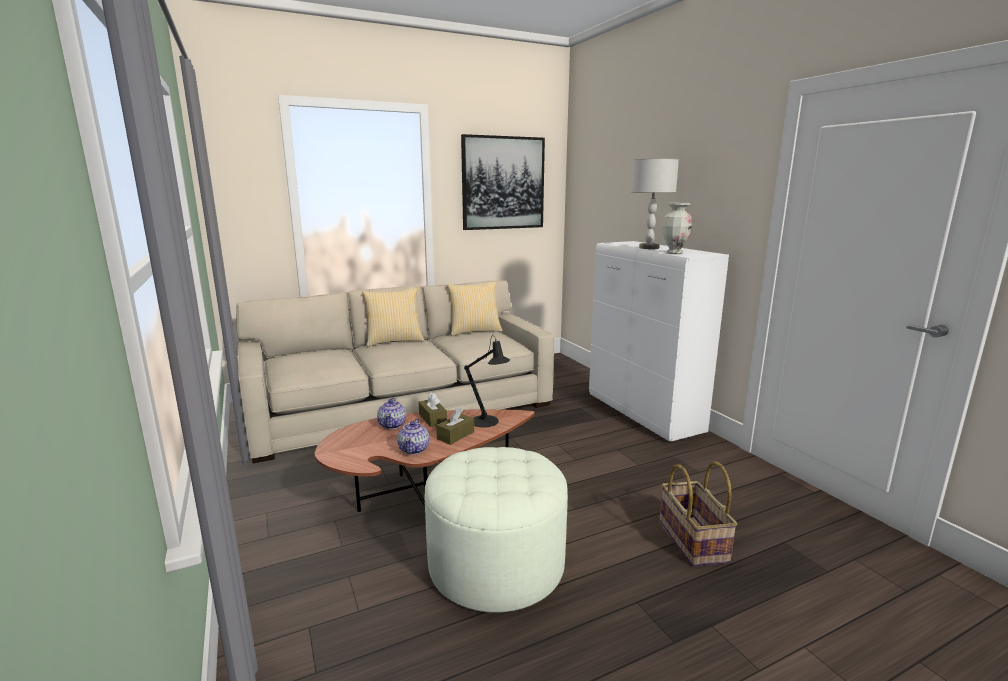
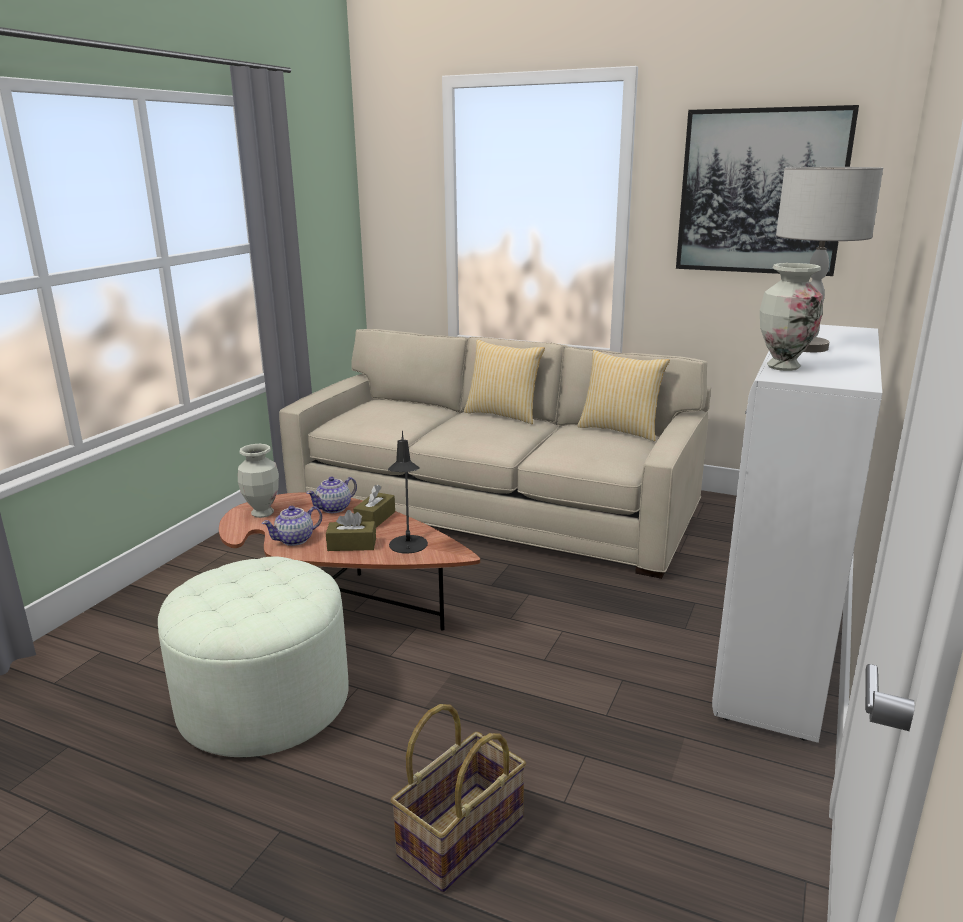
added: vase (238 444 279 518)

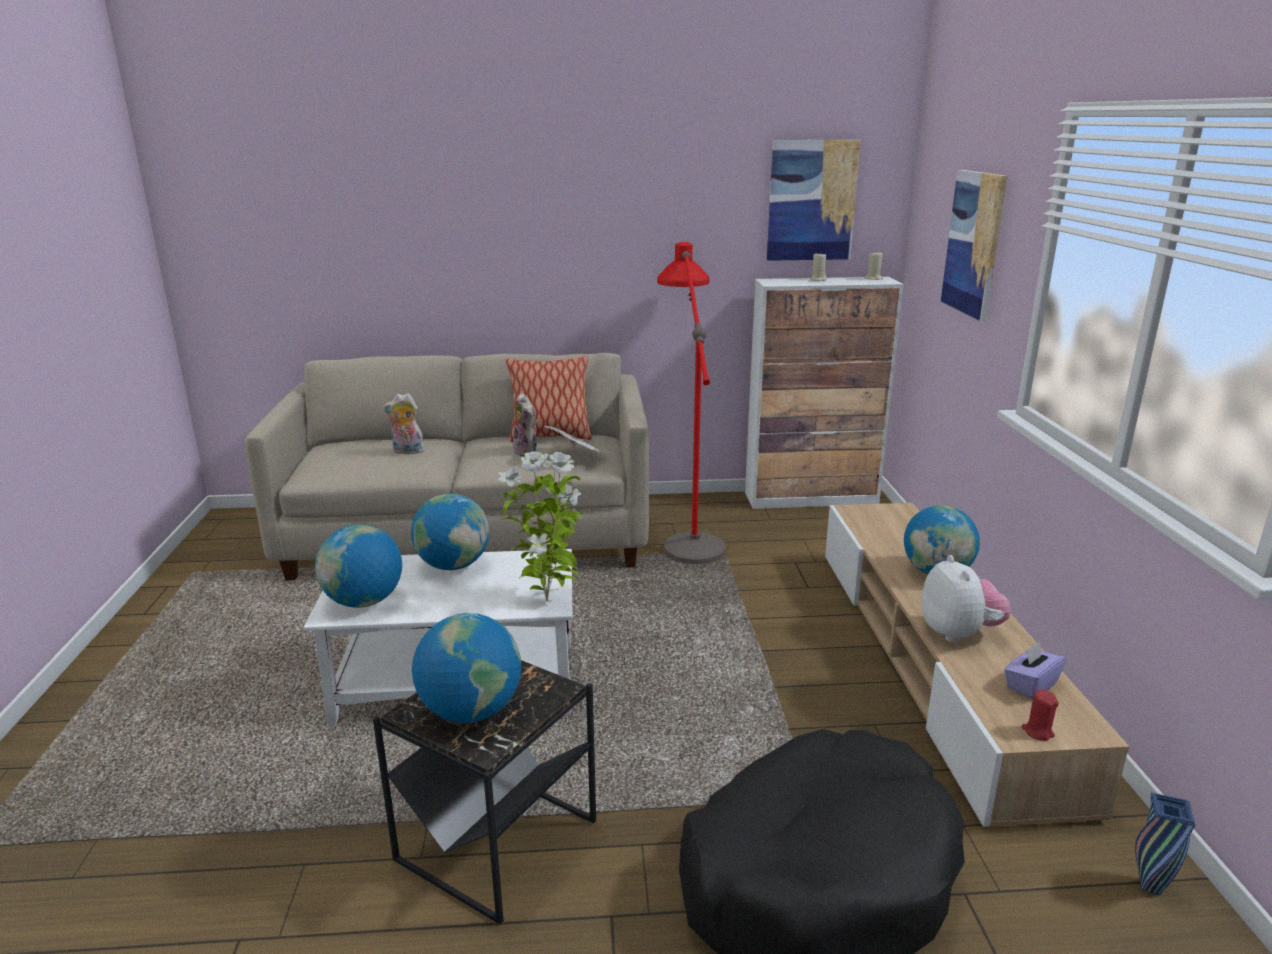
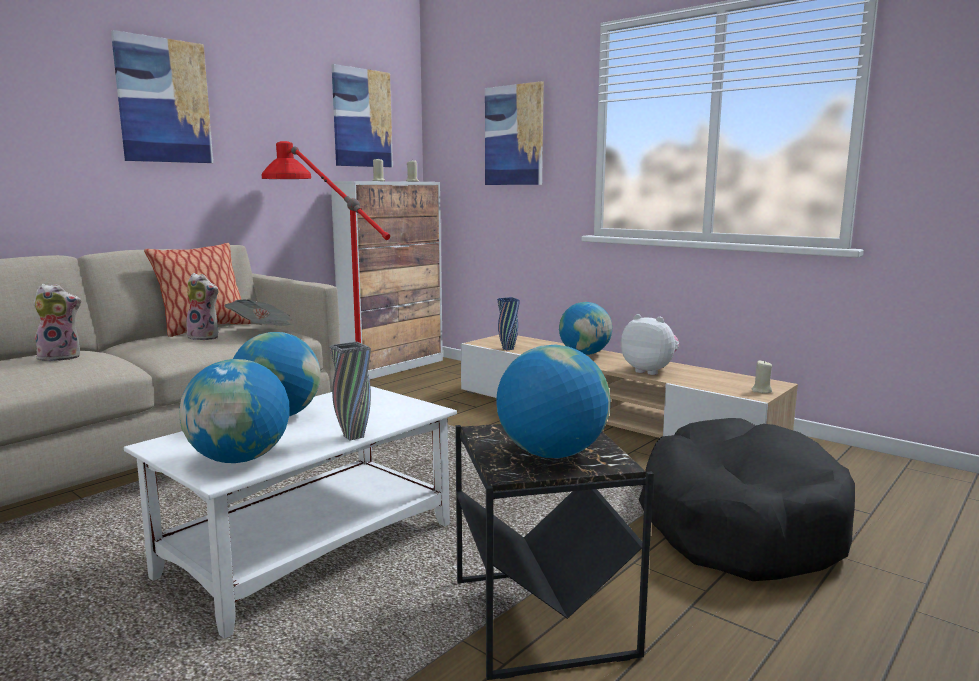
removed: potted plant (497 451 582 601); purple tissue box (1004 642 1066 700)
added: picture (111 30 213 163); grey vase (329 342 371 440)
moved: blue vase (1135 792 1196 895) to (497 297 520 350)
recoloured: red candle (1021 689 1059 741) to beige candle (752 360 772 394)
turned: plush toy (383 393 425 454) = (33 284 81 361) 150 degrees counterclockwise

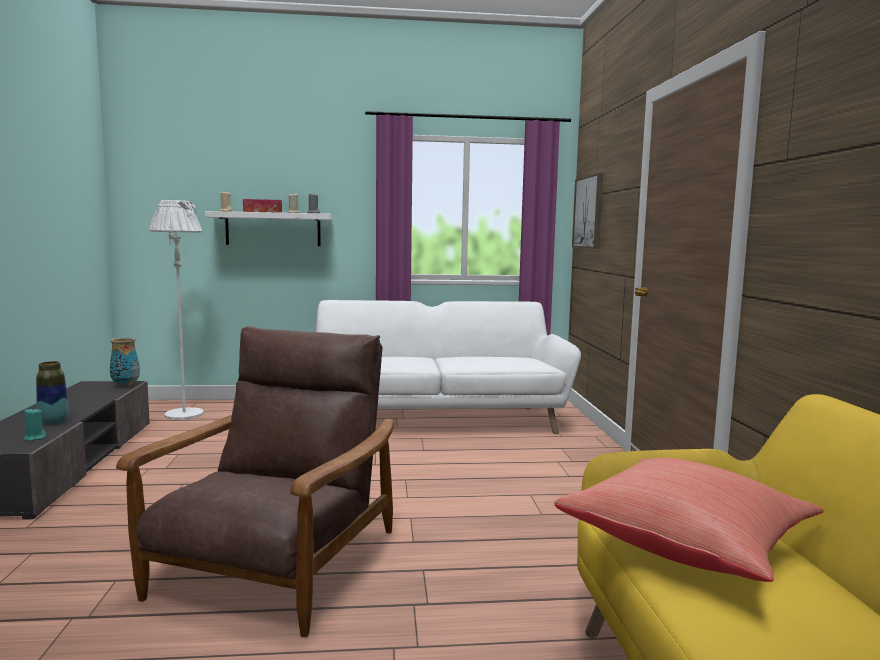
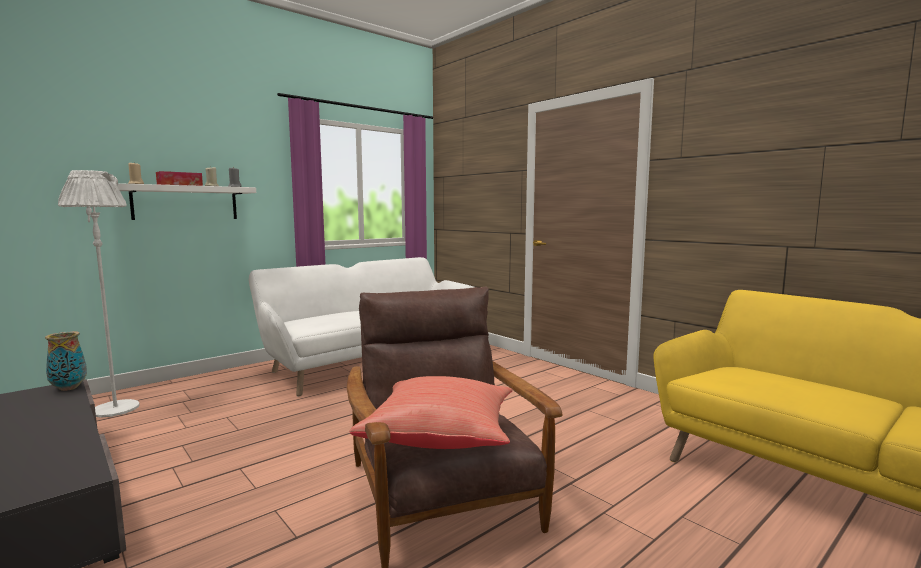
removed: picture (572 173 603 249); vase (36 361 69 425); turquoise candle (23 407 47 441)
moved: red pillow (554 458 824 582) to (349 376 513 449)

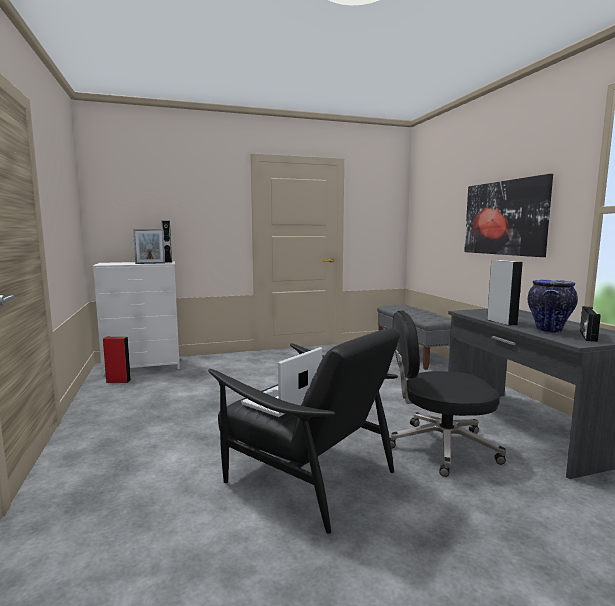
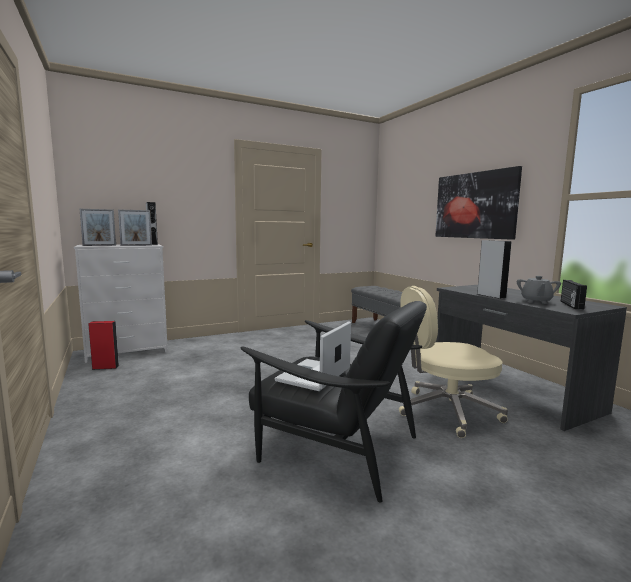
added: picture frame (80 209 116 246)
replaced: vase (528 280 578 333) to grey teapot (517 276 561 304)
recoloured: black office chair (390 310 506 477) to beige office chair (399 286 508 438)

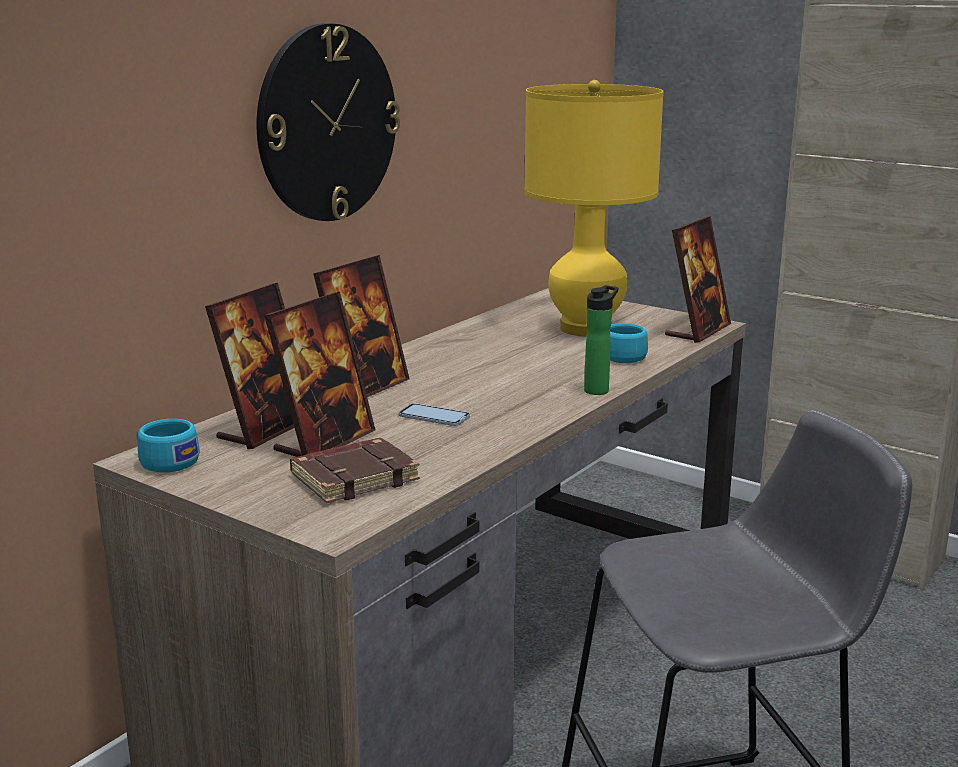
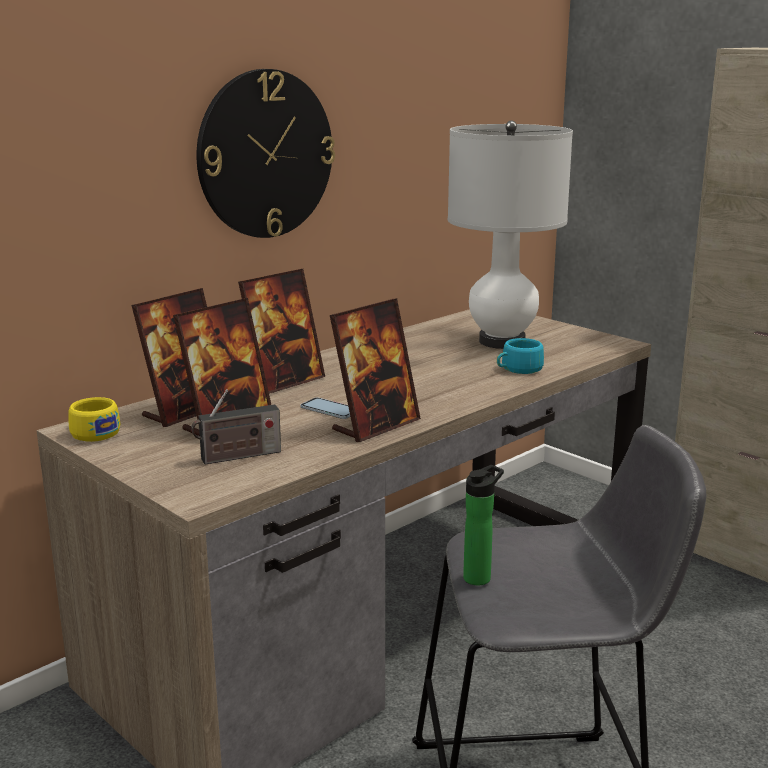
moved: picture frame (665 216 731 343) to (330 298 421 442); bottle (584 285 618 395) to (463 465 504 585)
replaced: brown book (290 438 420 503) to radio (191 389 281 465)
recoloured: yellow table lamp (524 80 664 337) to white table lamp (448 120 573 349); turquoise cup (137 419 200 473) to yellow cup (69 397 120 442)

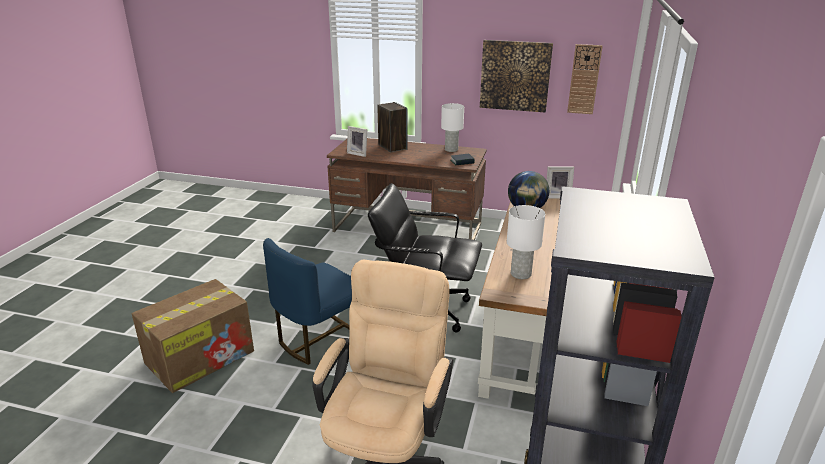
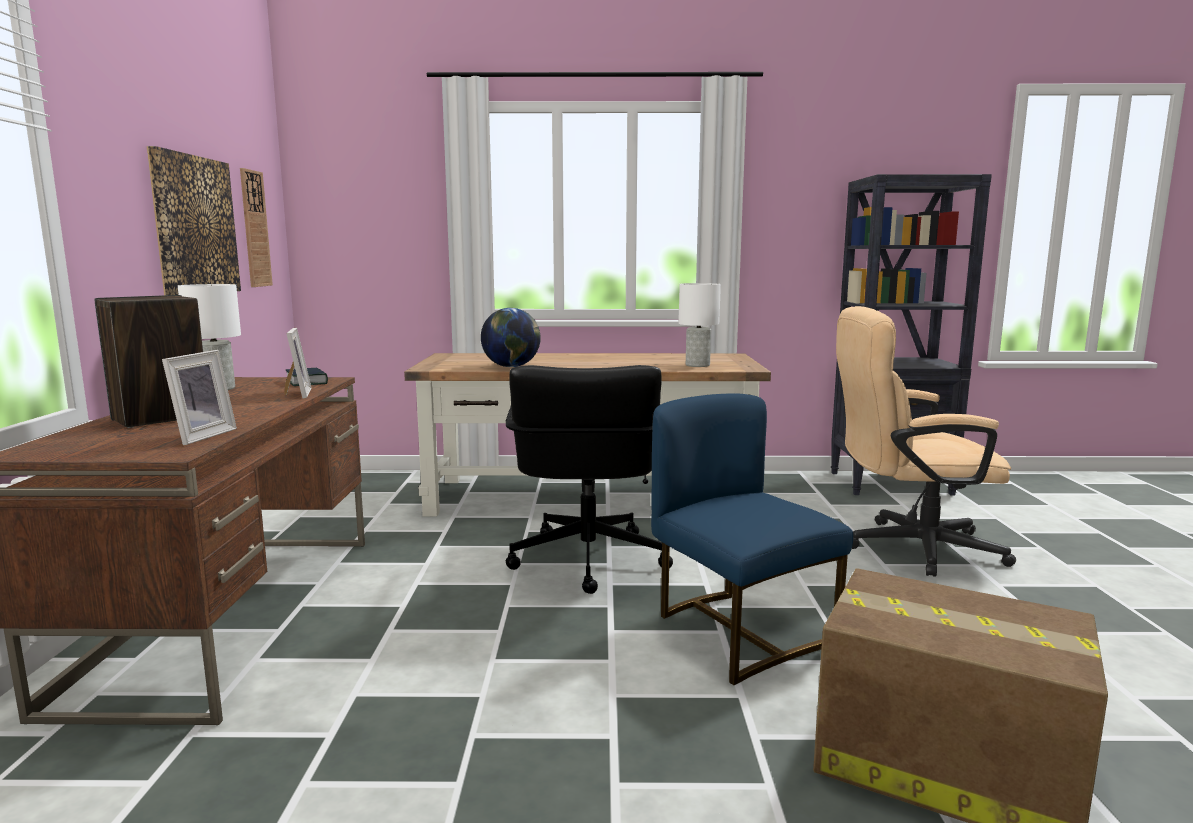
moved: picture frame (547 167 574 198) to (284 328 312 399)
turned: blue chair (263 238 352 365) = (651 394 853 685) 150 degrees counterclockwise

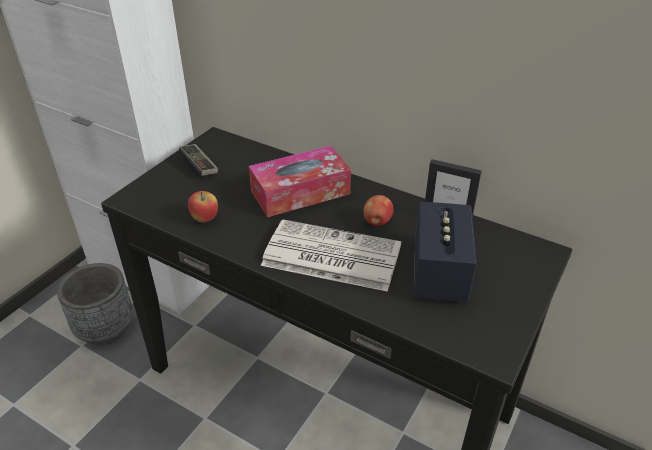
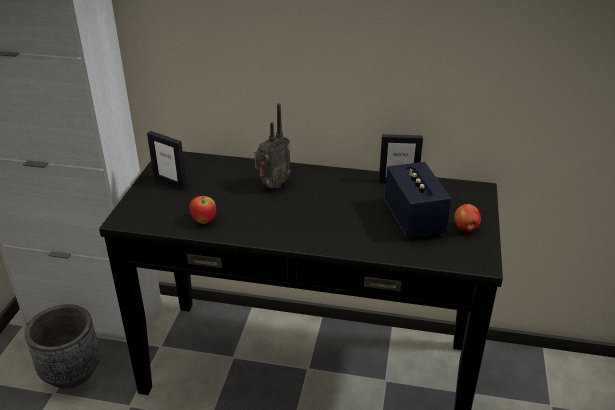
removed: newspaper (261 220 401 292)
moved: apple (363 195 393 226) to (454 204 481 232)
replaced: game controller (179 144 218 176) to picture frame (147 131 187 190); tissue box (249 146 351 217) to radio (254 103 291 189)

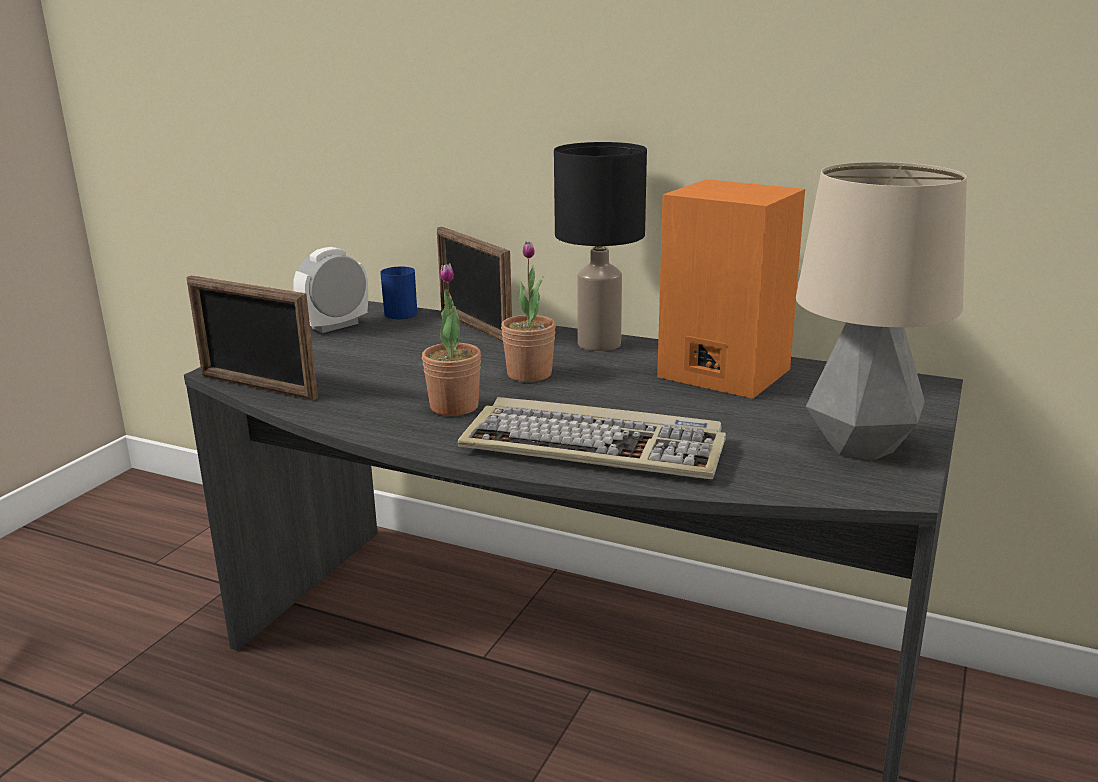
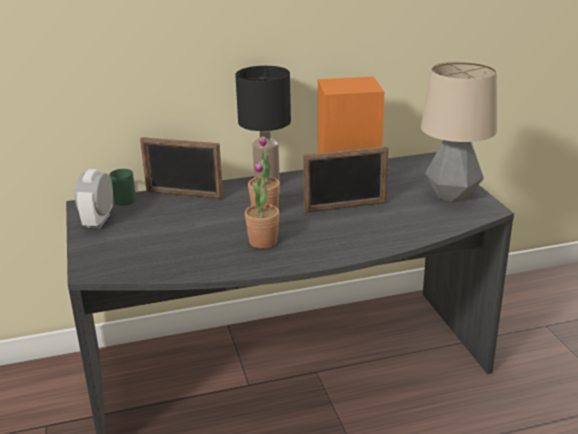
removed: keyboard (458 397 726 479)
moved: picture frame (186 276 318 400) to (303 146 388 213)
recoloured: blue mug (380 266 417 319) to green mug (109 169 136 206)

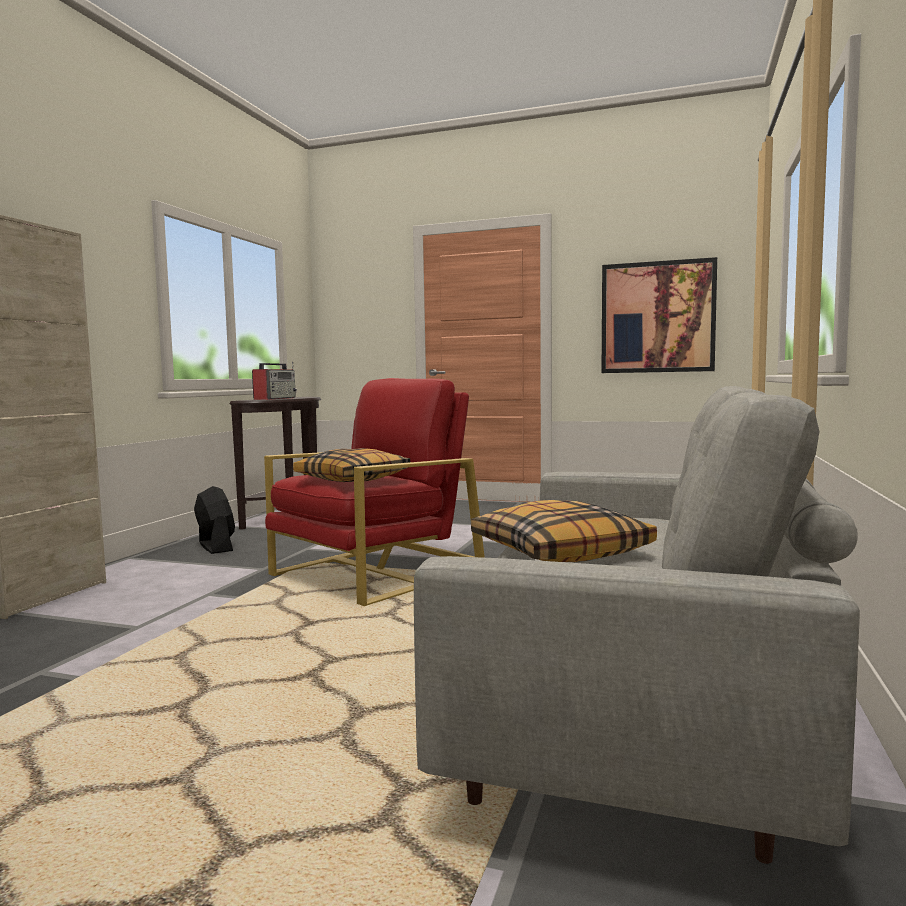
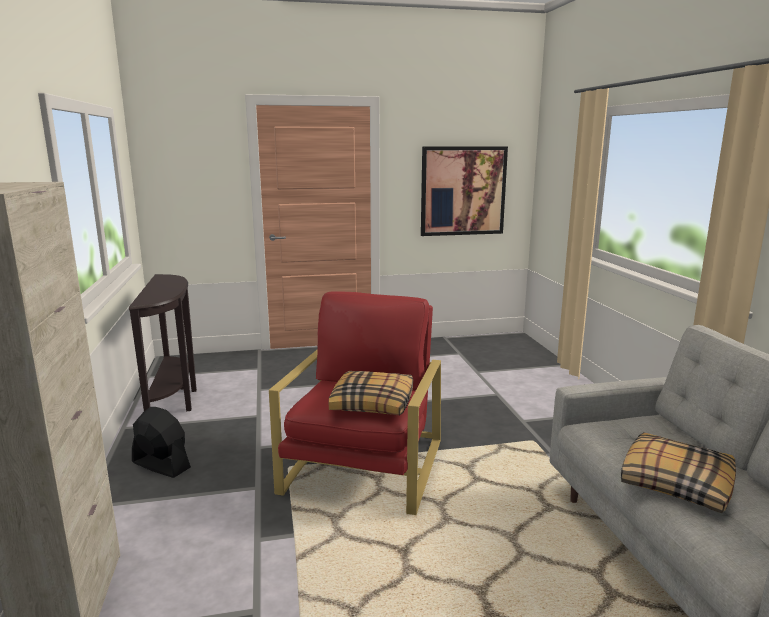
removed: radio (252 361 297 400)

